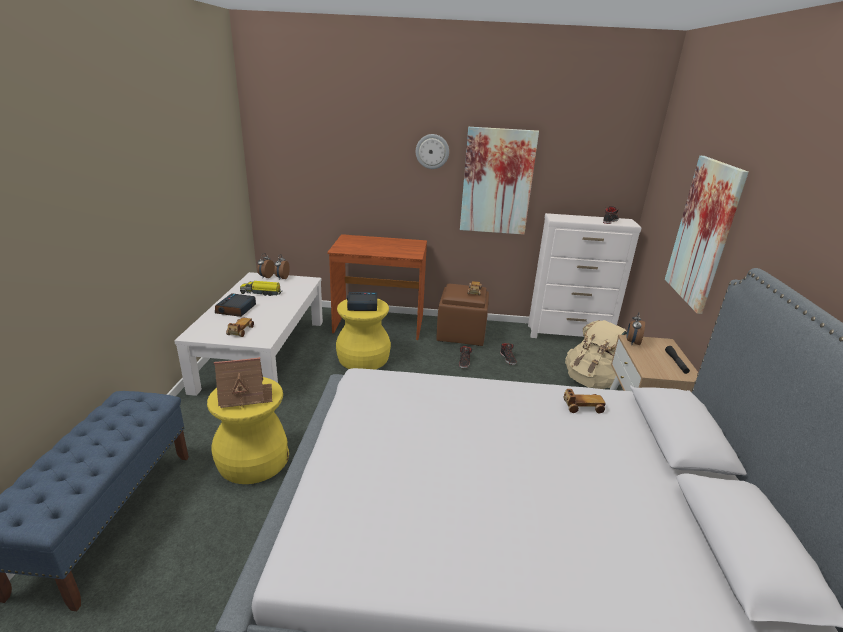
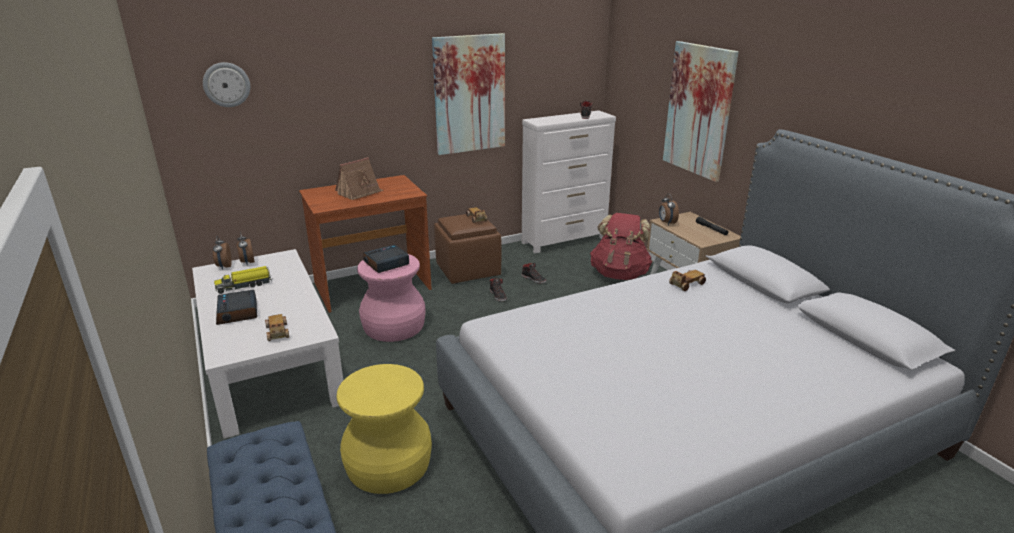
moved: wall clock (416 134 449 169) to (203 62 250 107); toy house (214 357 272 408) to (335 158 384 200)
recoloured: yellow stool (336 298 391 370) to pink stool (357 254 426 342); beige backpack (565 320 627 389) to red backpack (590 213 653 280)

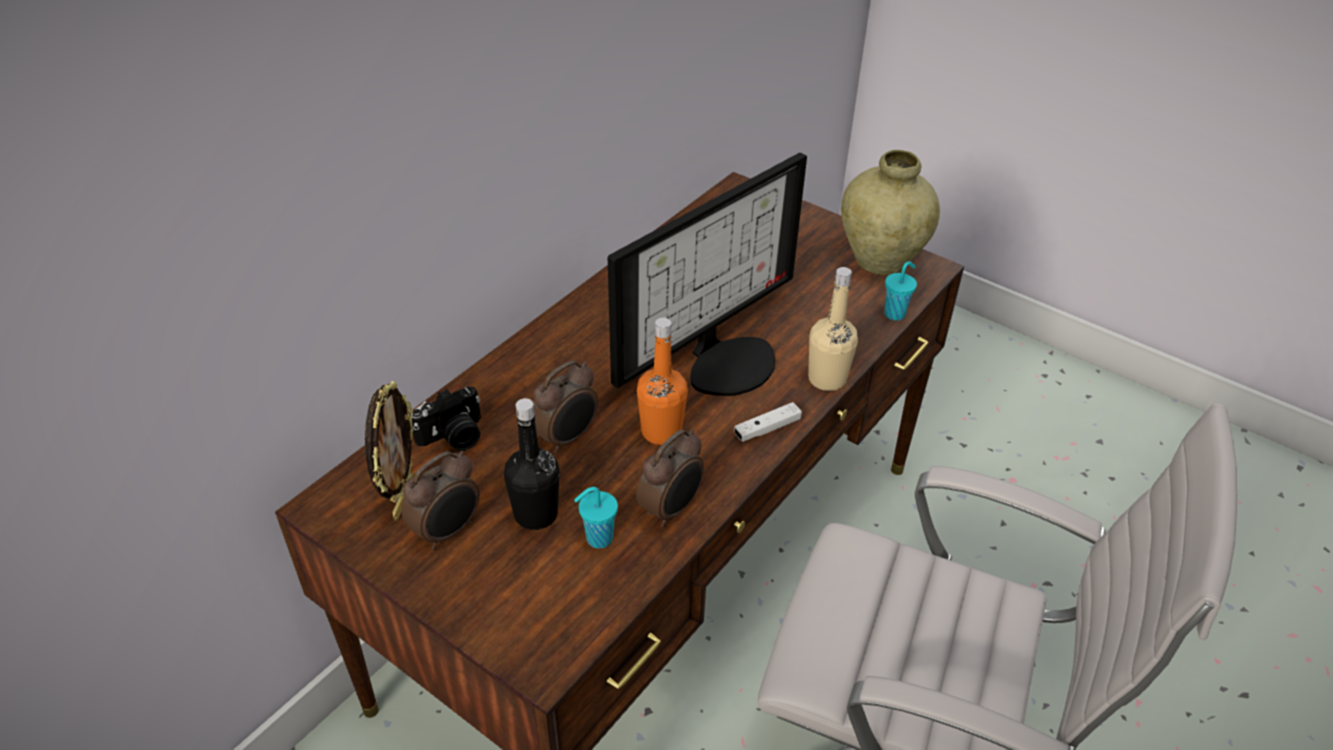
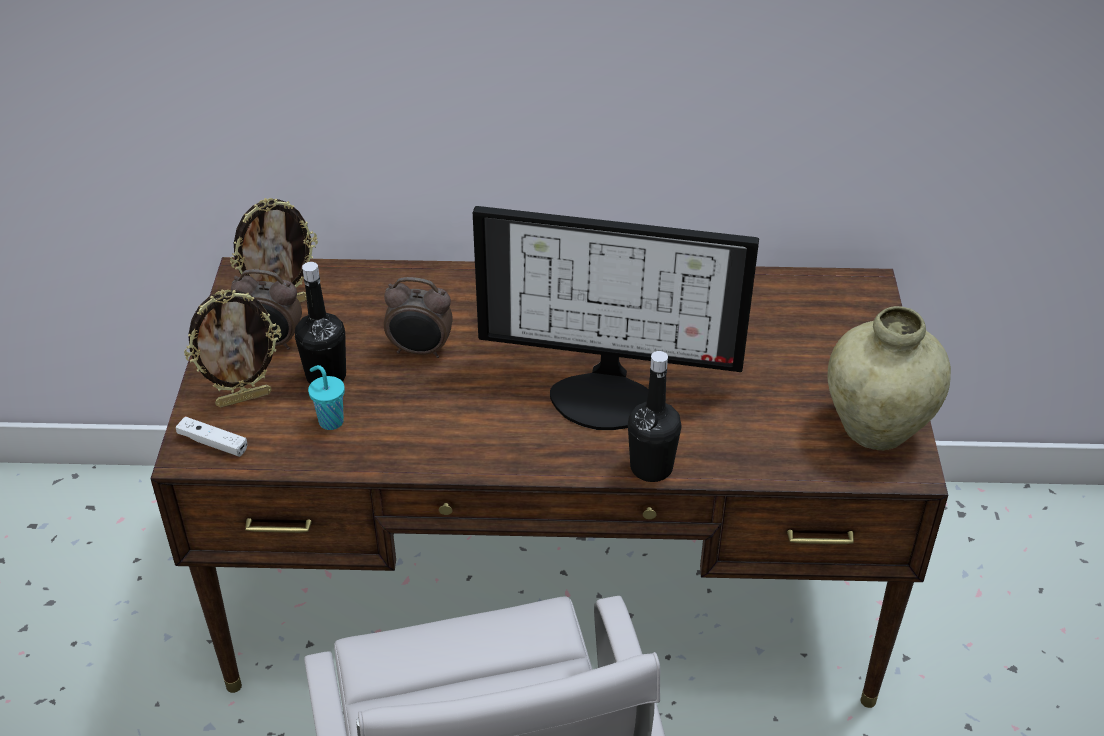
removed: turquoise cup (884 261 917 320); orange bottle (637 318 688 445); photo camera (410 387 481 451); alarm clock (636 429 704 527)
added: picture frame (184 289 281 408)
moved: white game controller (734 402 802 442) to (176 417 247 457)
recoloured: beige bottle (808 267 858 391) to black bottle (628 351 681 482)

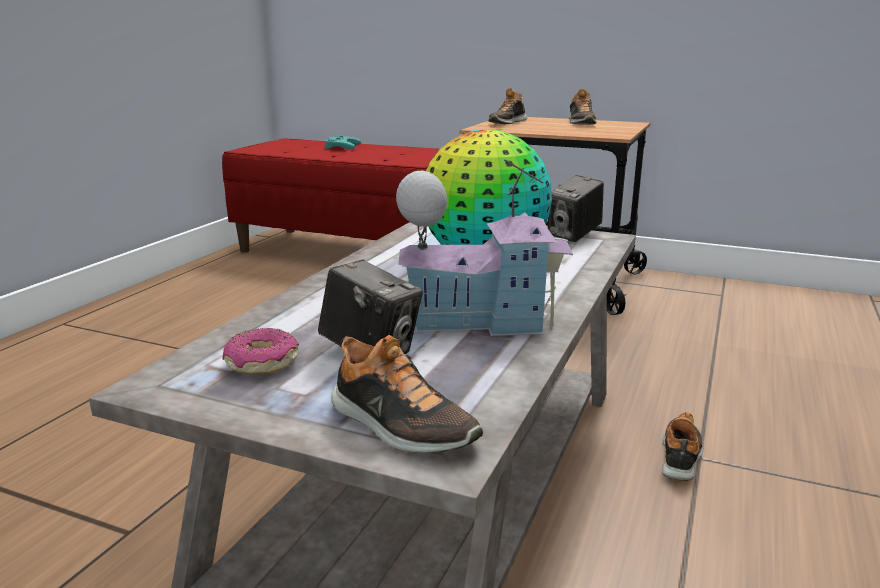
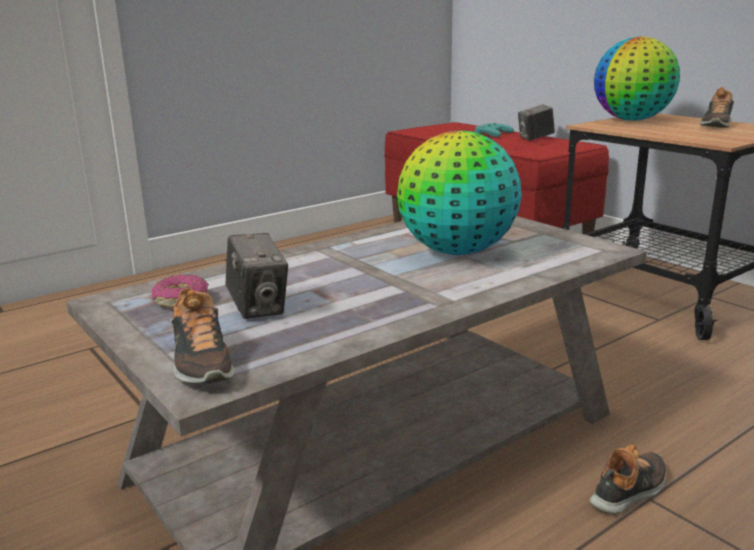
removed: toy house (396 159 573 336)
moved: photo camera (548 175 604 242) to (518 104 555 141)
replaced: shoe (488 88 527 124) to globe (594 36 680 121)

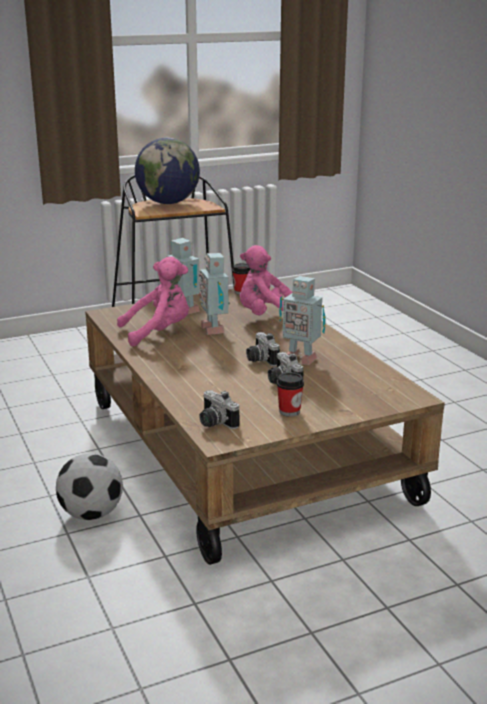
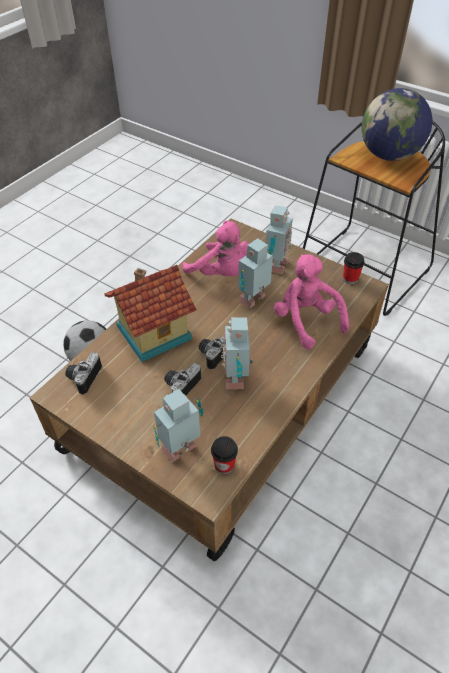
added: toy house (104 265 197 362); toy robot (153 389 203 462)
moved: cup (277 372 304 417) to (211 436 238 474)

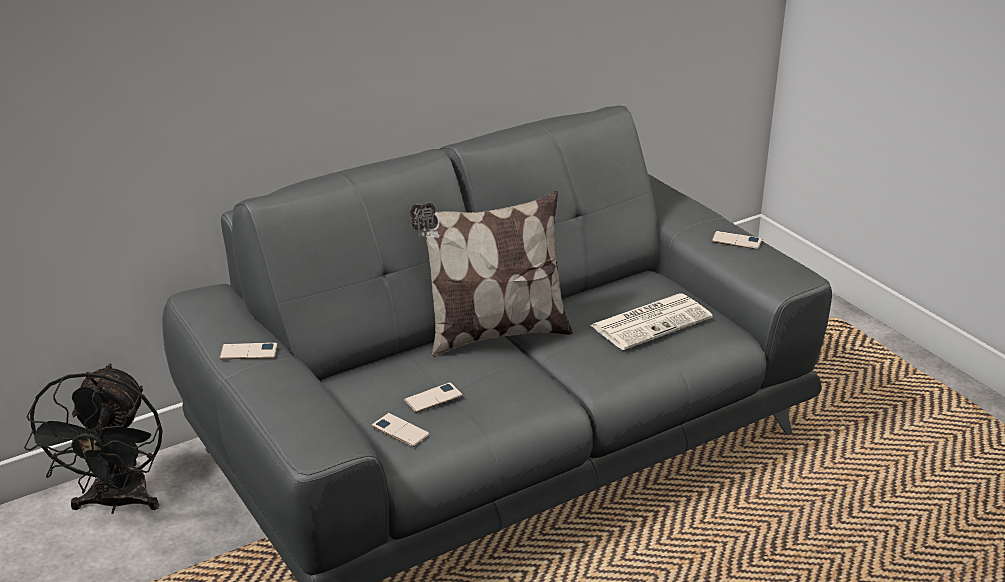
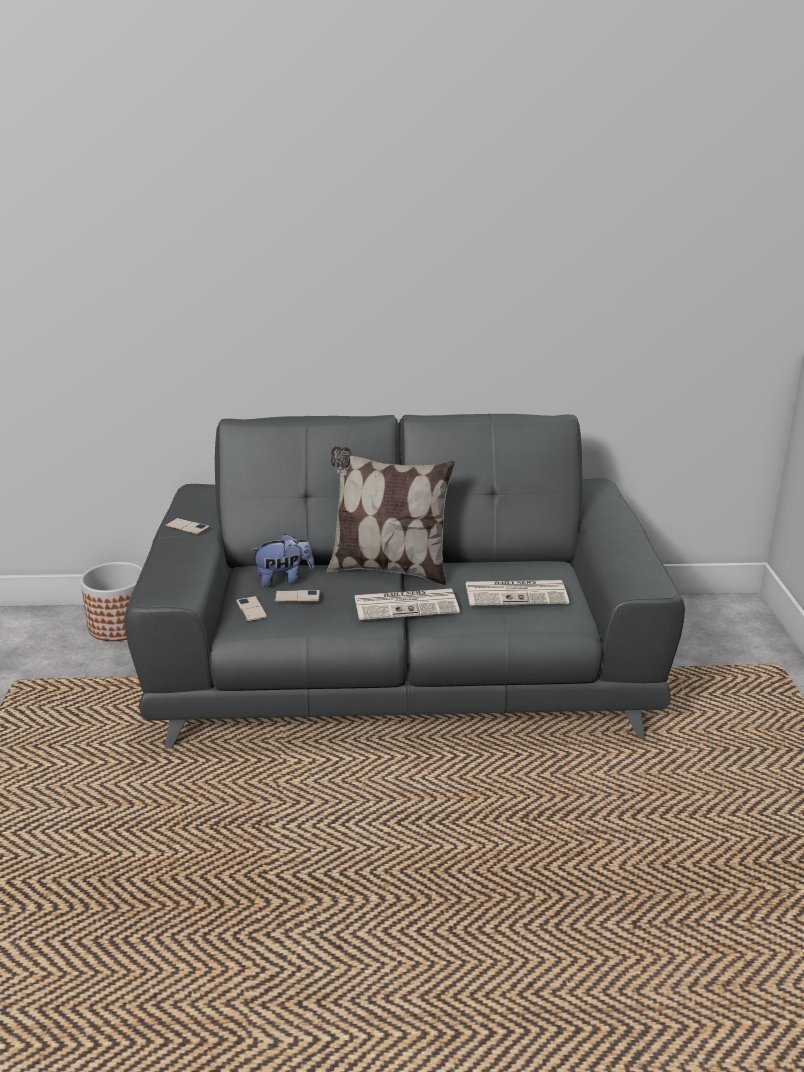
removed: phone (711 231 763 250)
added: plush toy (251 534 314 587); newspaper (355 589 460 620)
replaced: black fan (24 364 163 514) to planter (80 562 143 641)

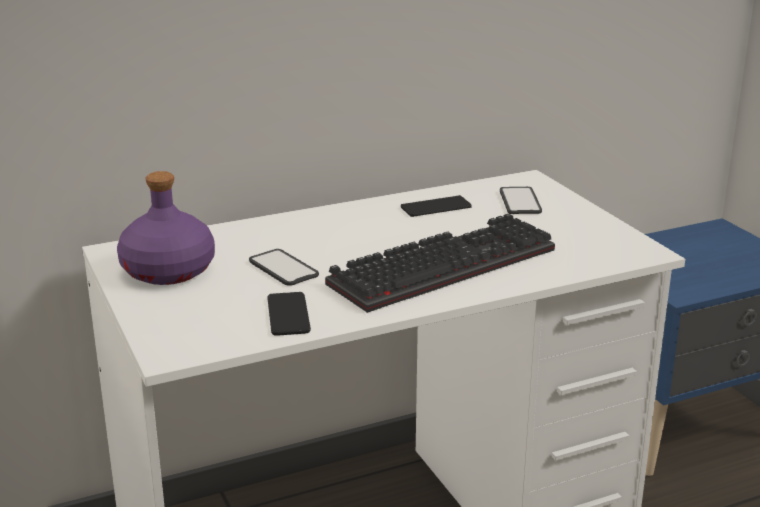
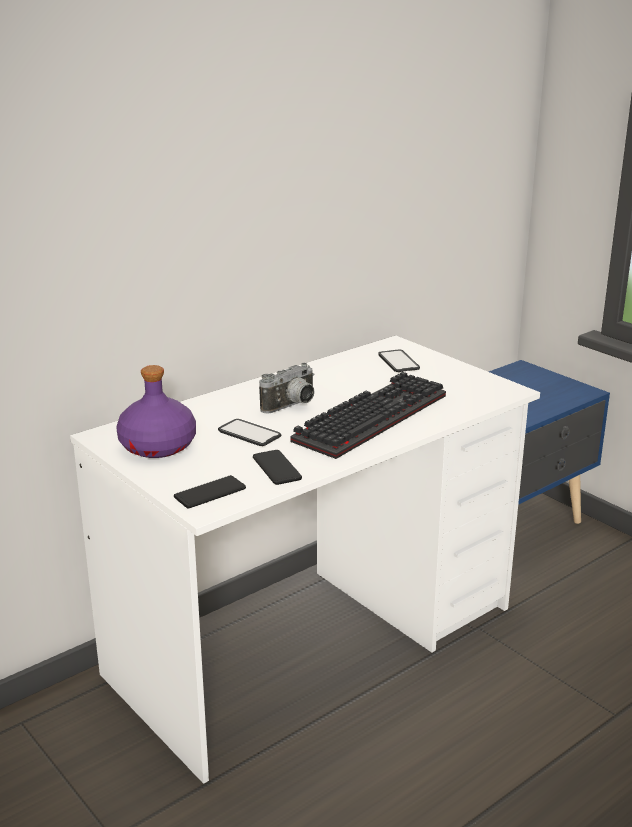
added: photo camera (259 363 315 414)
moved: phone (401 195 472 217) to (174 475 246 508)

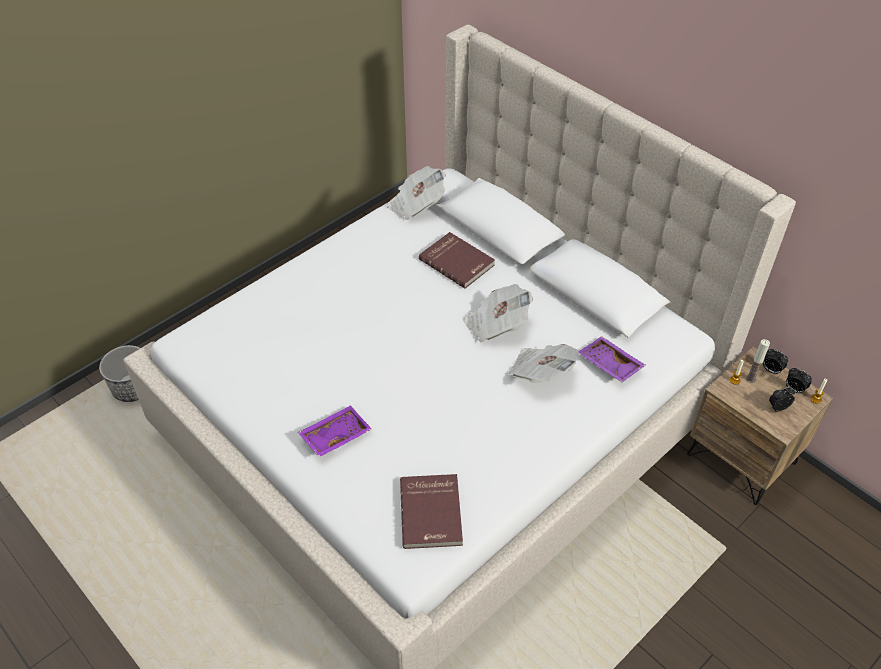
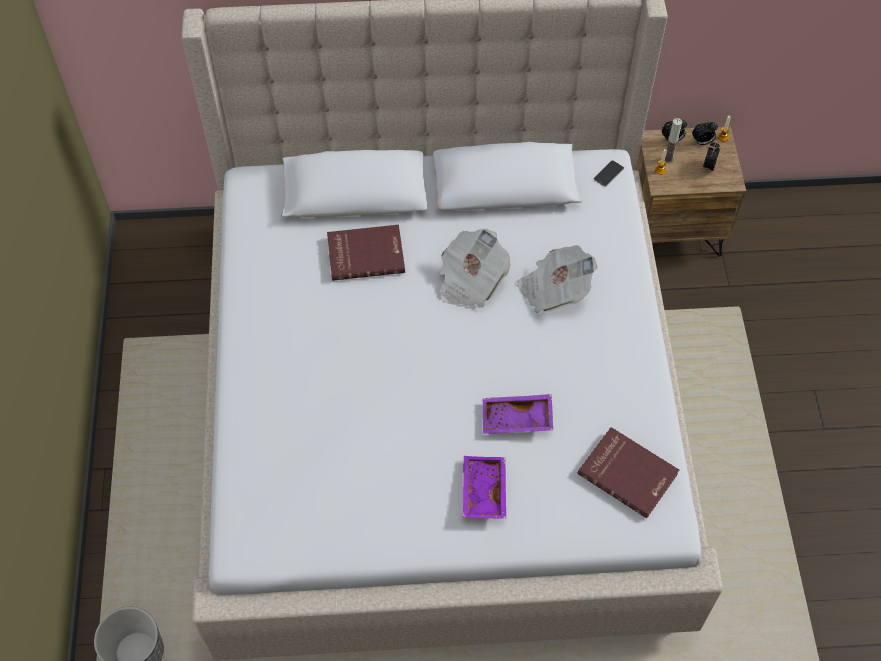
removed: newspaper (387 166 446 220)
added: phone (594 160 624 187)
moved: purple tray (578 336 646 382) to (483 394 553 434)

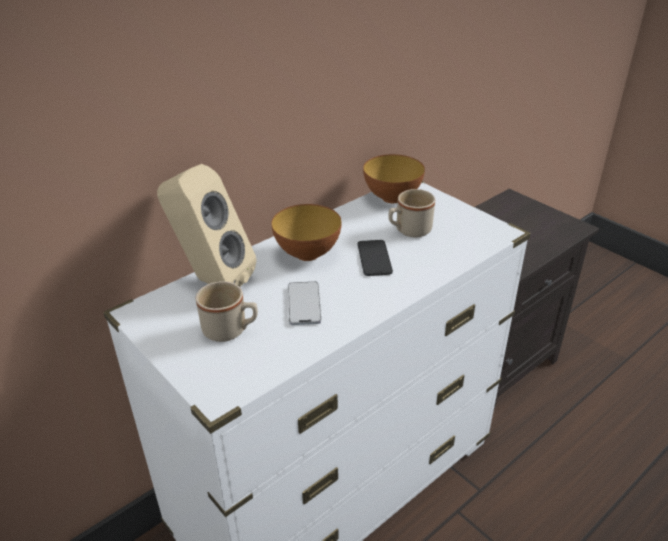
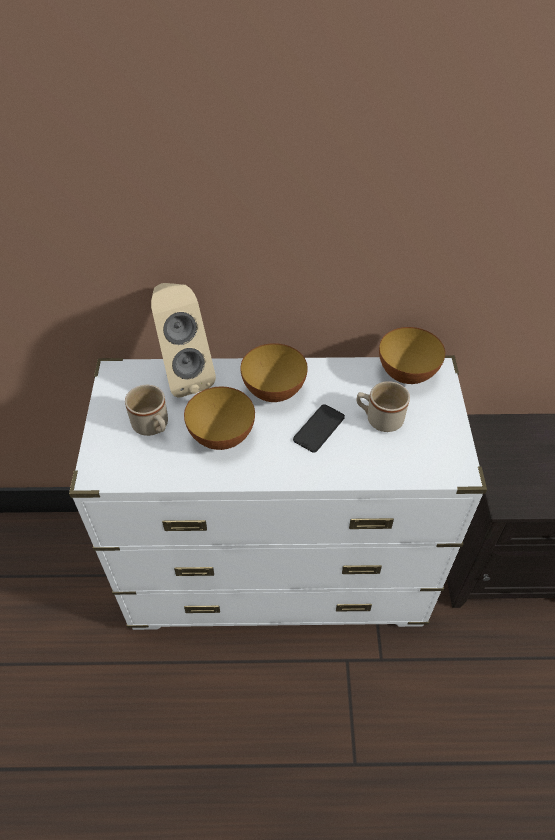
replaced: phone (288 281 321 325) to bowl (184 387 255 450)

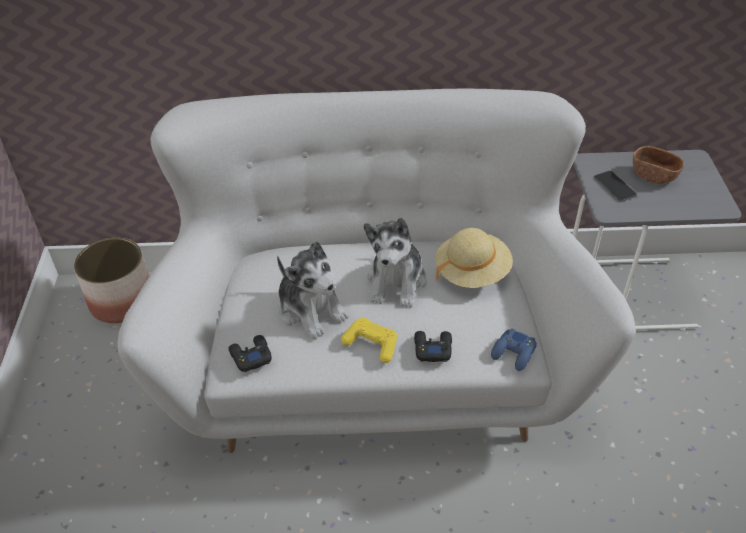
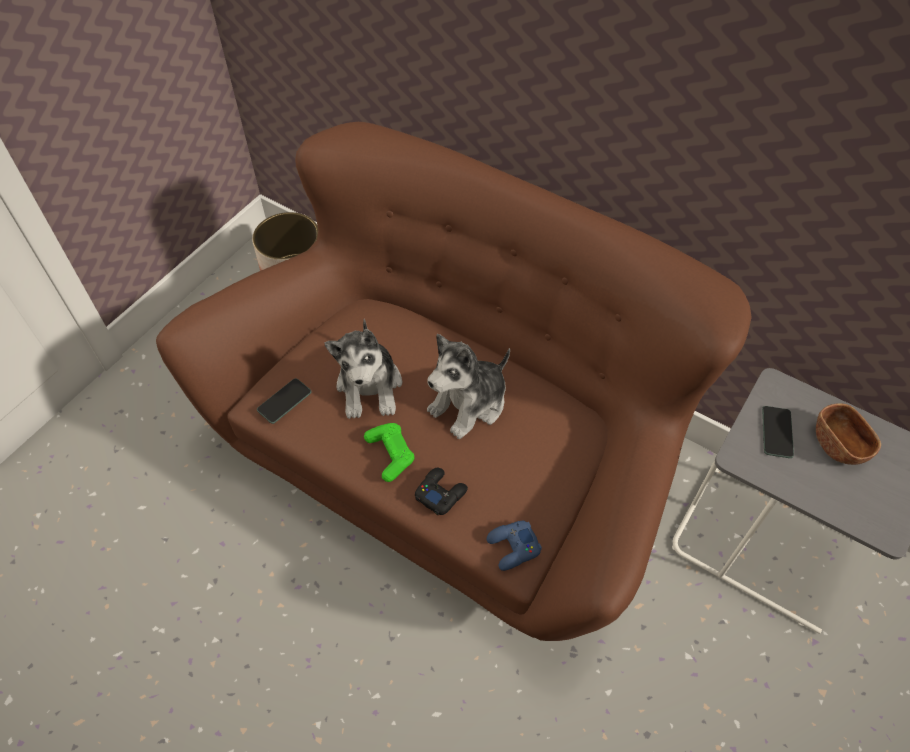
removed: beige hat (435 228 513 288)
replaced: black game controller (229 335 272 372) to phone (257 378 311 424)
recoloured: white sofa (117 89 636 453) to brown sofa (156 122 752 641); yellow game controller (341 318 397 363) to green game controller (364 423 414 482)

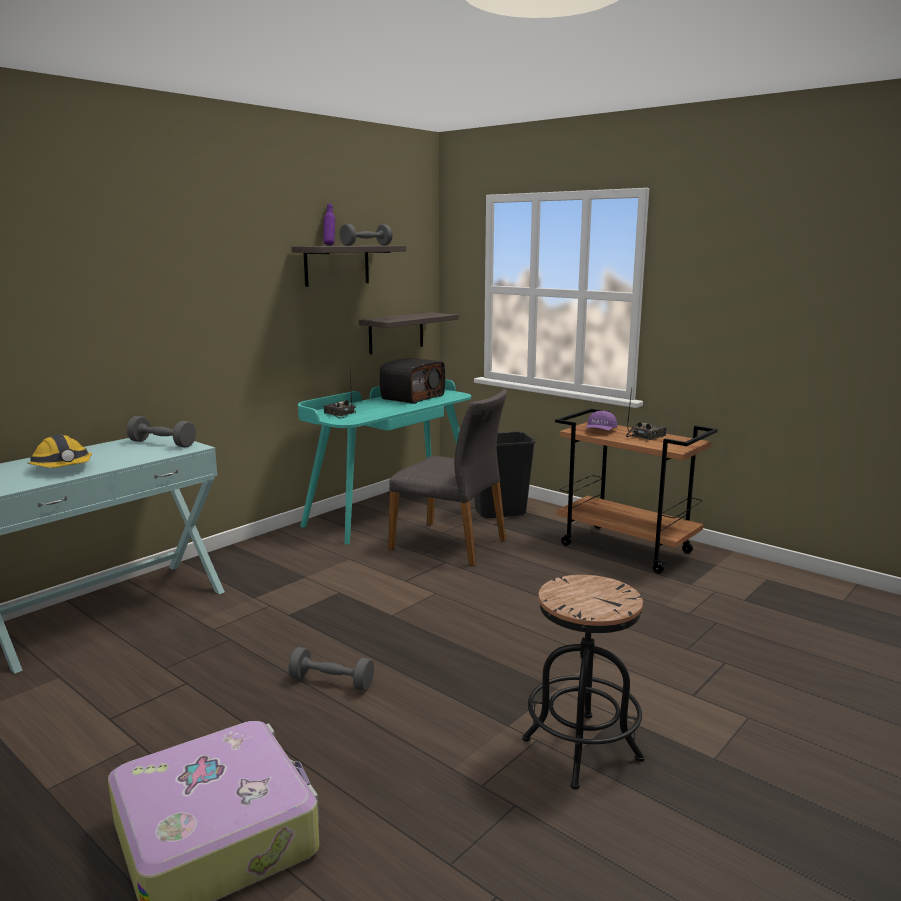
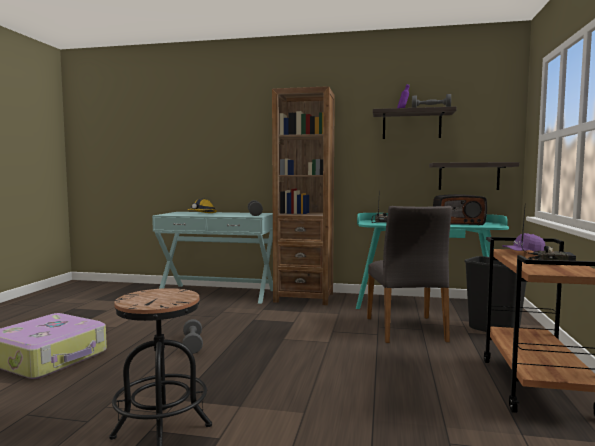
added: brown bookcase (272 86 335 305)

